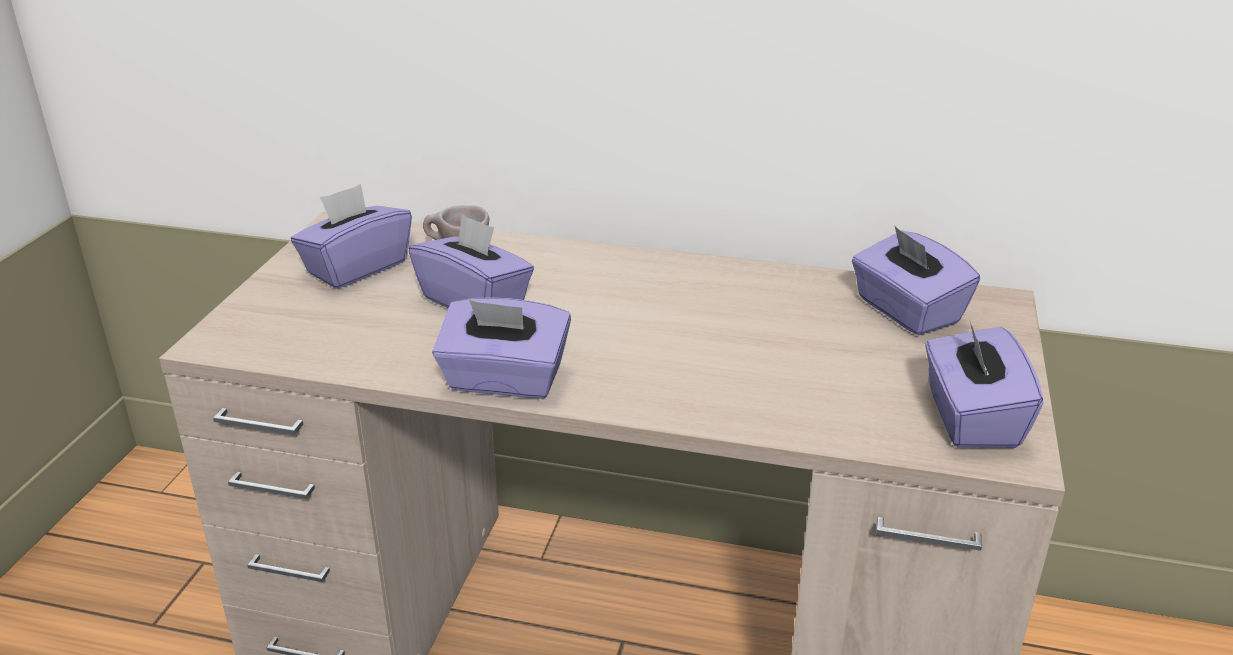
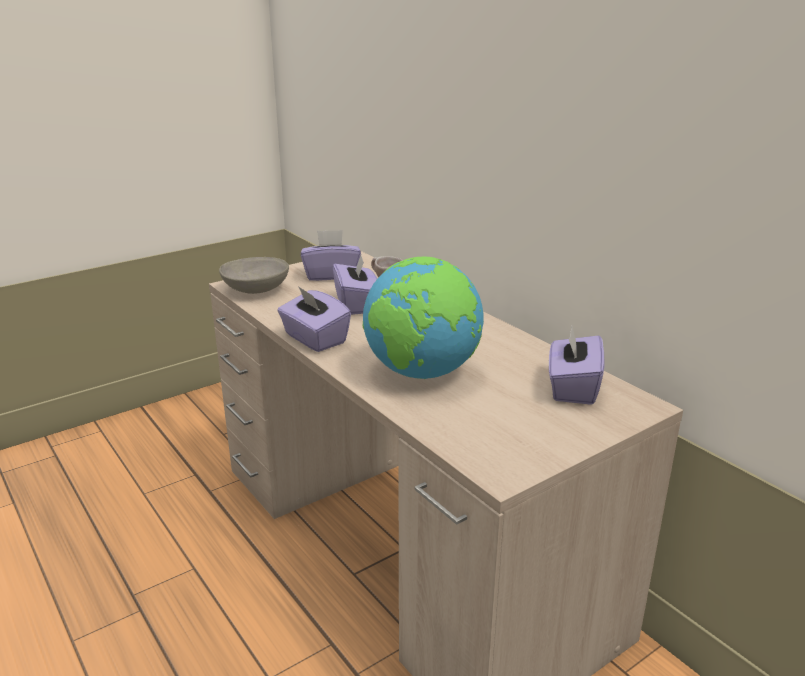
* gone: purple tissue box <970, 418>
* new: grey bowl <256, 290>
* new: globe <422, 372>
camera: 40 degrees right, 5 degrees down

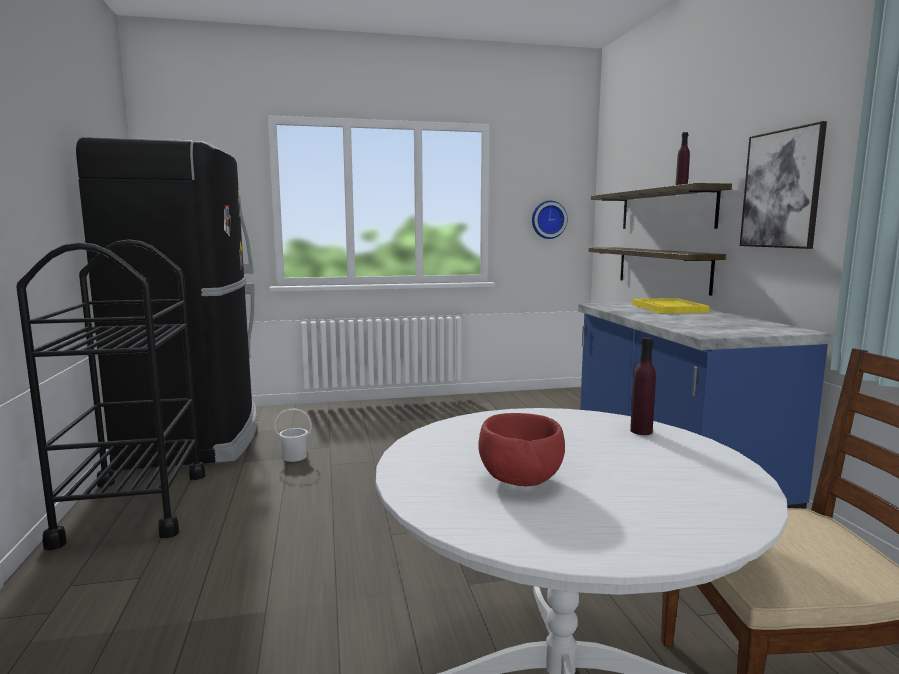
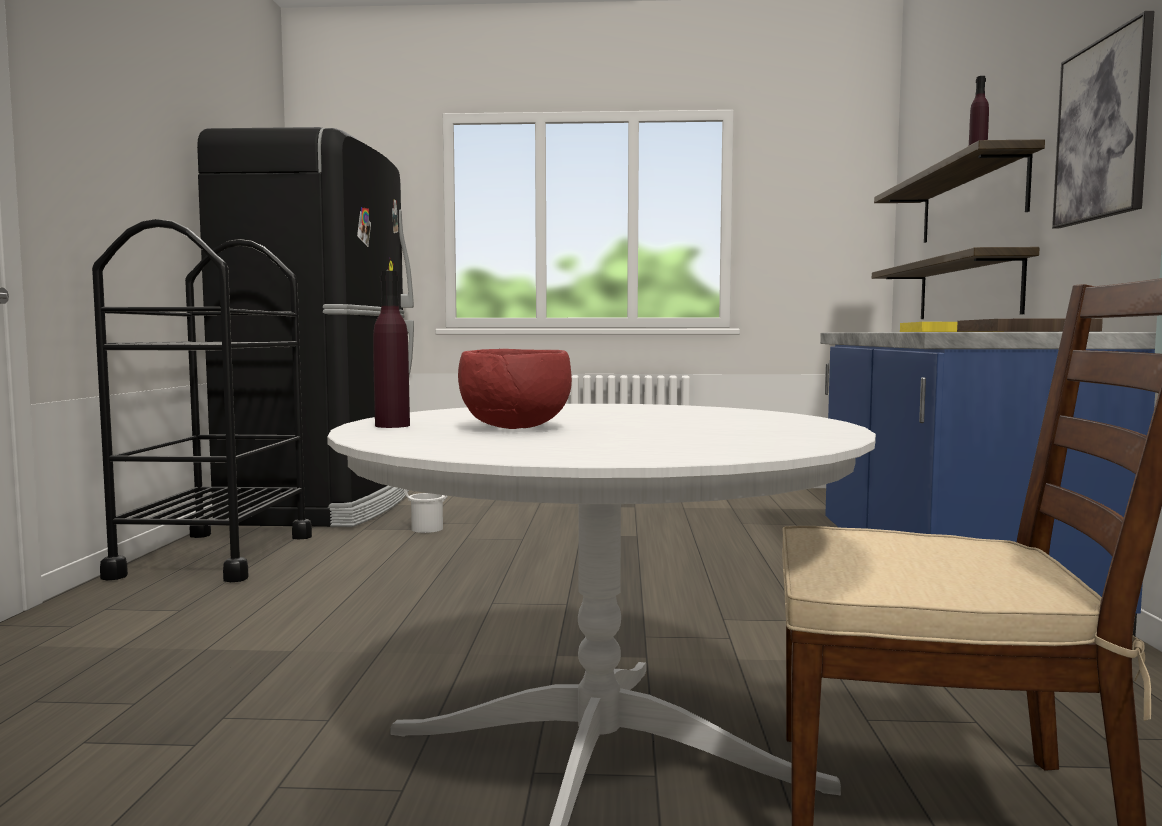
* gone: wall clock <548, 219>
* shifted: purple bottle <641, 431> to <392, 425>
* new: brown tray <1024, 331>
camera: 15 degrees right, 5 degrees down

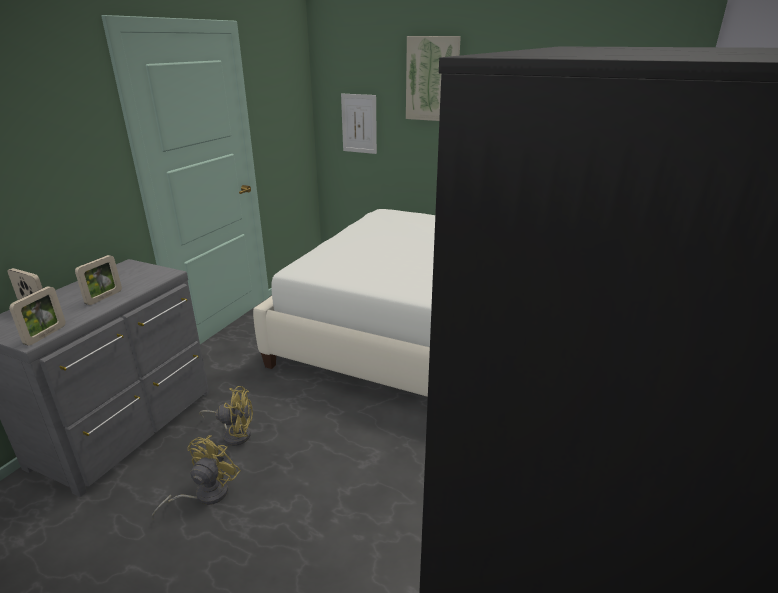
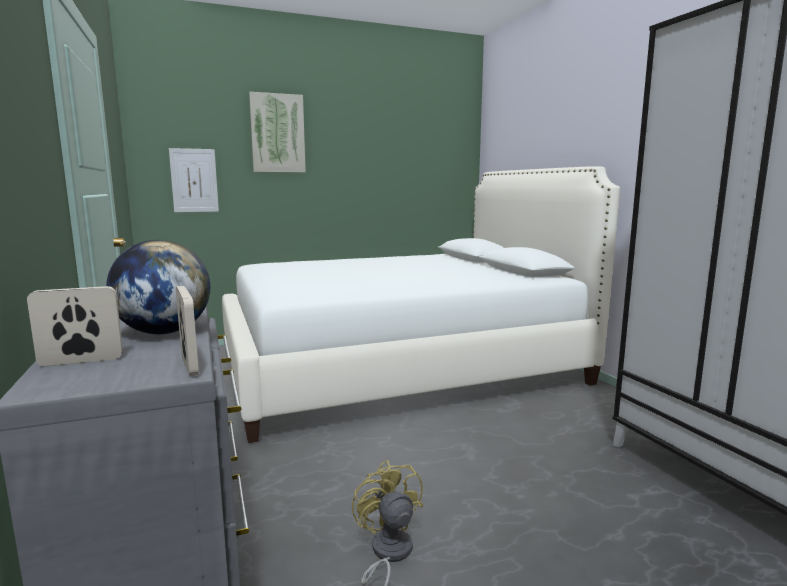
* swapped: picture frame <104, 297> to globe <164, 332>
* gone: yellow fan <234, 433>
camera: 45 degrees left, 15 degrees down

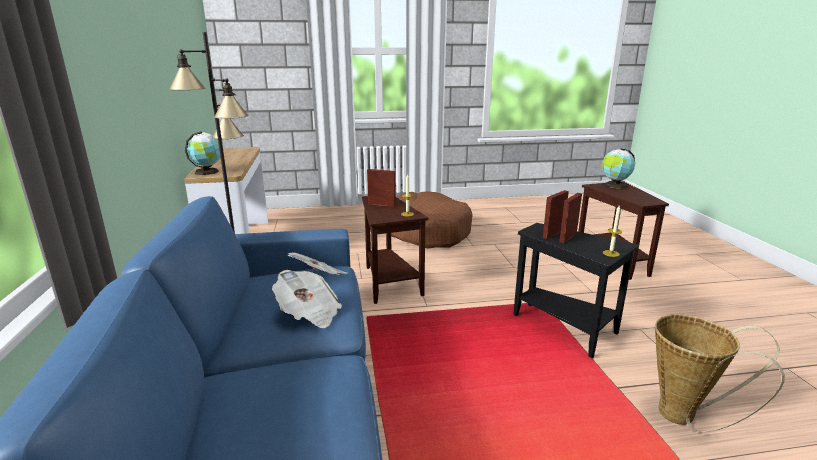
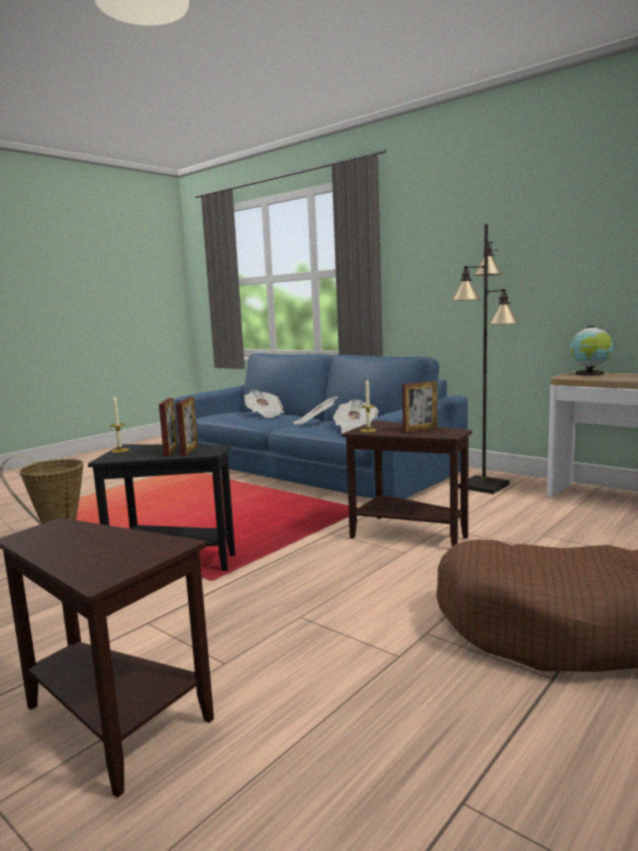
* gone: globe <615, 185>
* new: newspaper <264, 415>
camera: 140 degrees right, 10 degrees down

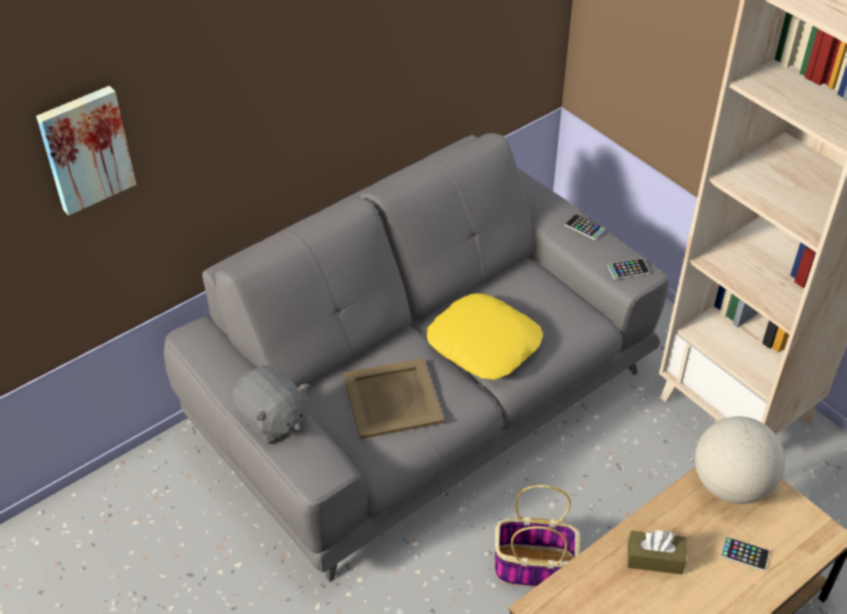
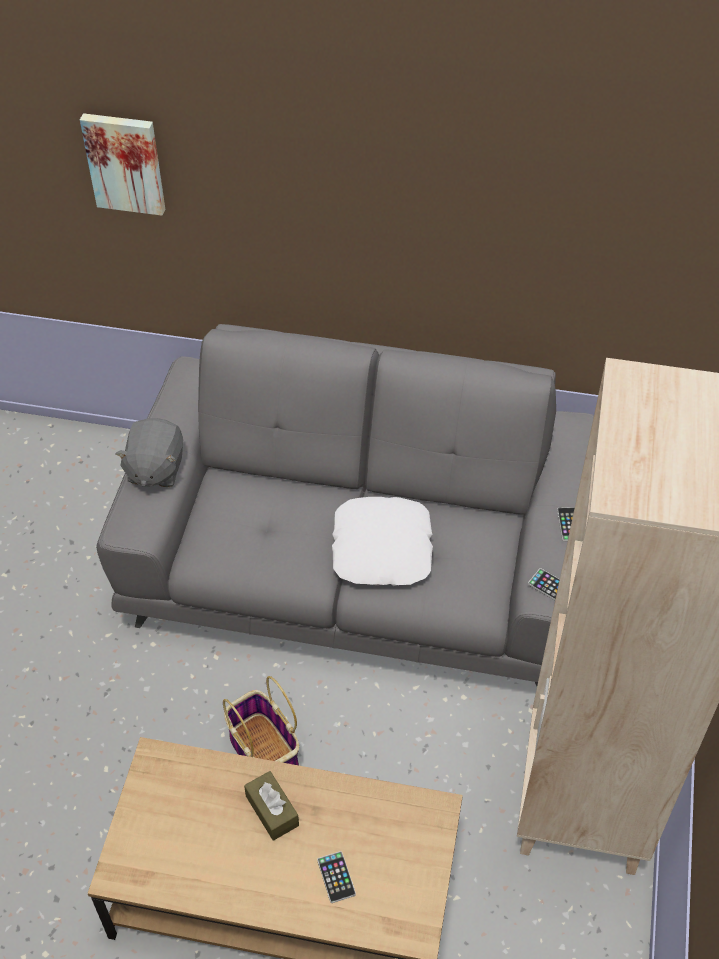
* repainted: yellow pillow <484, 343> to white pillow <383, 549>
* gone: beige tray <392, 399>
* gone: globe <731, 485>
camera: 50 degrees right, 5 degrees up

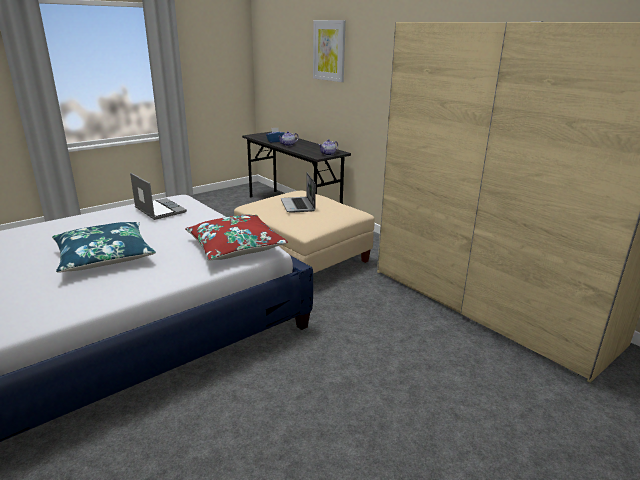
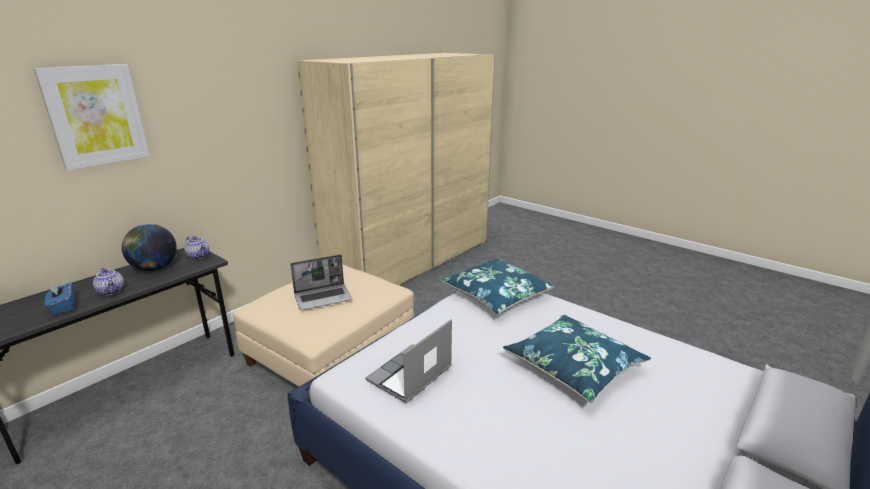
* repainted: red pillow <235, 247> to blue pillow <496, 294>
* new: globe <154, 268>
camera: 100 degrees left, 0 degrees up

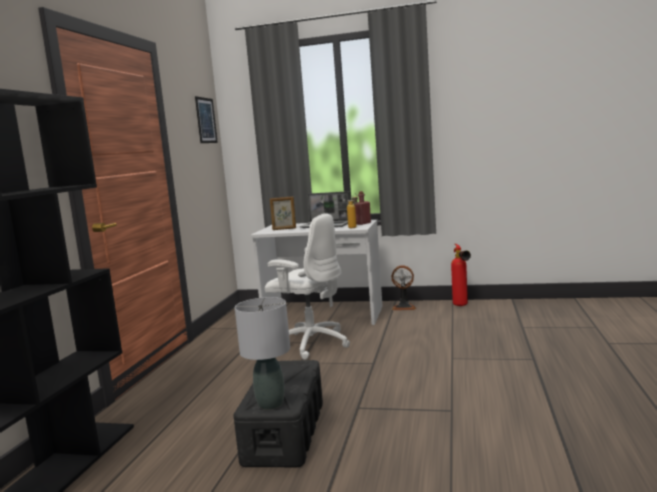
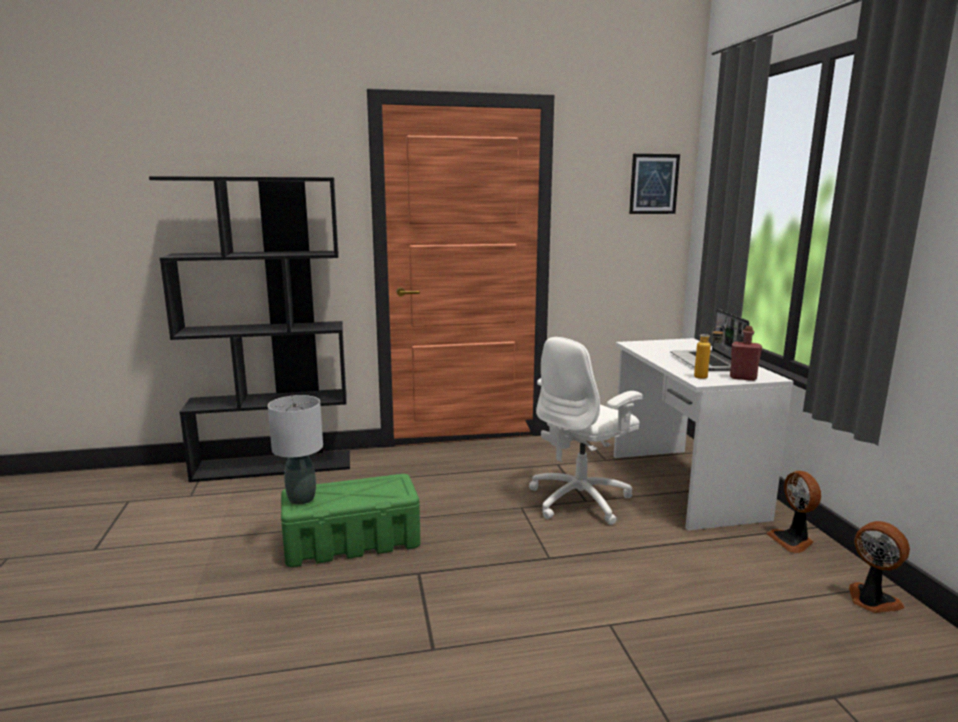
* gone: picture frame <284, 229>
* rotated: white office chair <311, 343> = <581, 500> 45 degrees clockwise
* swapped: fire extinguisher <462, 306> to fan <871, 601>
* repainted: black storage box <285, 432> to green storage box <353, 541>
camera: 65 degrees right, 5 degrees up

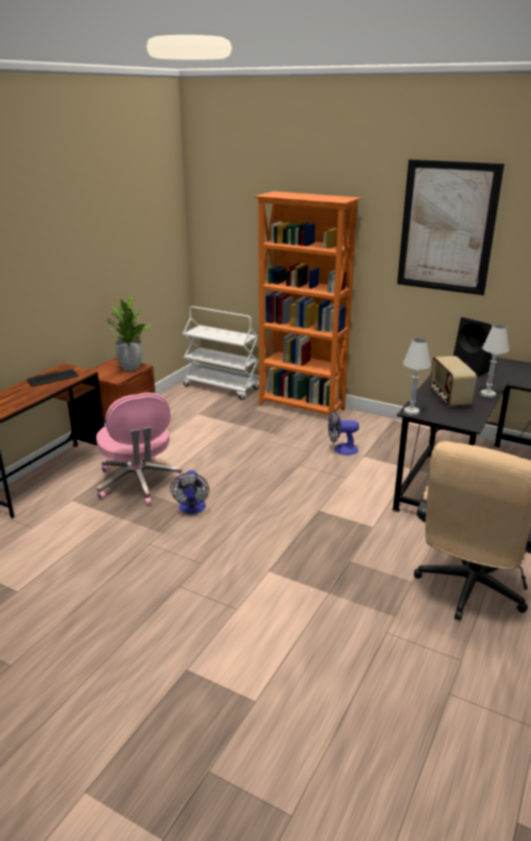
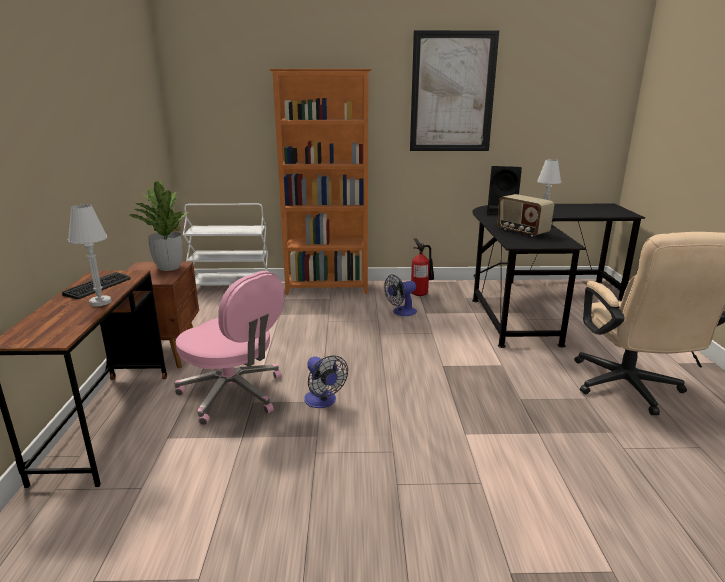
* shifted: white table lamp <411, 411> to <100, 302>
* new: fire extinguisher <421, 294>
camera: 30 degrees left, 5 degrees down

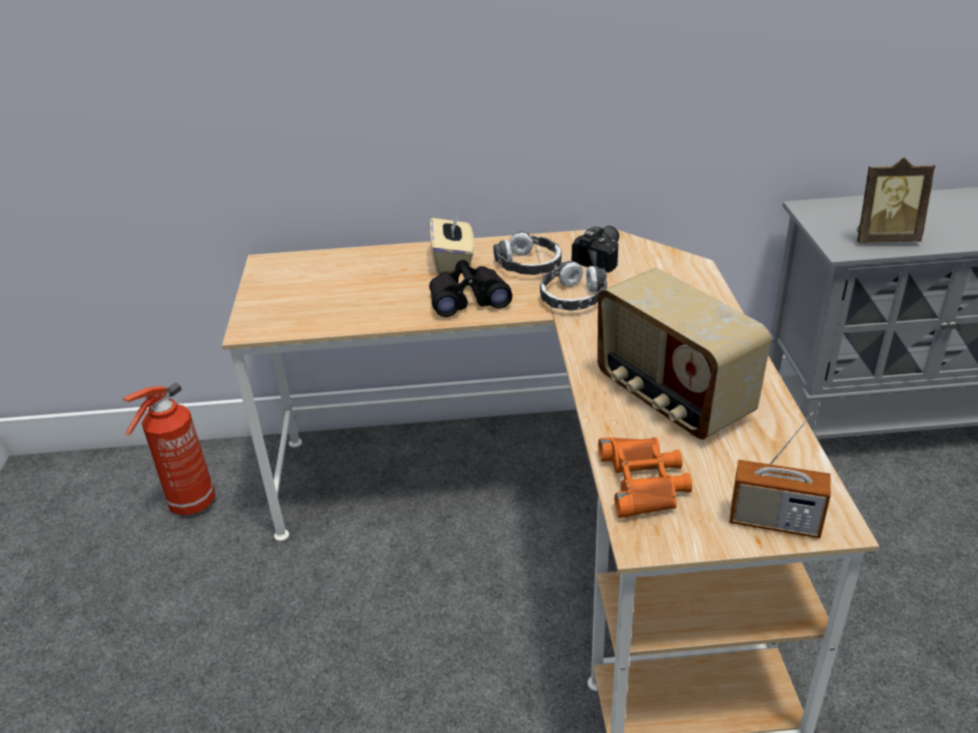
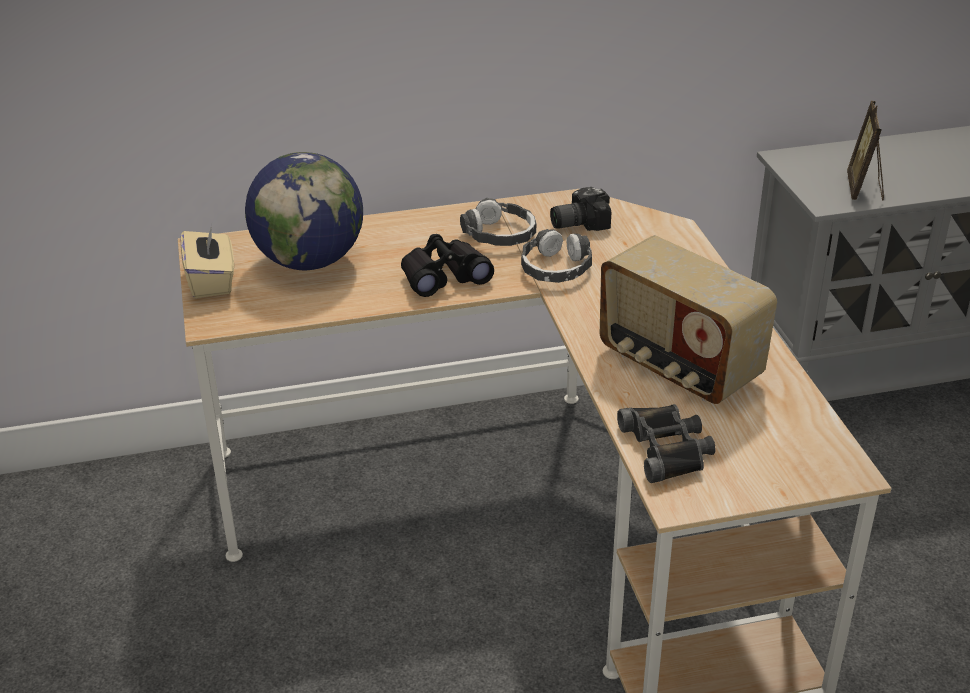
* rotated: picture frame <884, 238> = <864, 189> 105 degrees clockwise
* shifted: beige tissue box <453, 262> to <212, 281>
* rotated: photo camera <602, 257> = <577, 223> 135 degrees counterclockwise
* gone: fire extinguisher <190, 505>
* gone: radio <774, 522>
* repainted: orange binoculars <644, 482> to black binoculars <667, 448>
* new: globe <309, 261>
camera: 10 degrees left, 0 degrees up

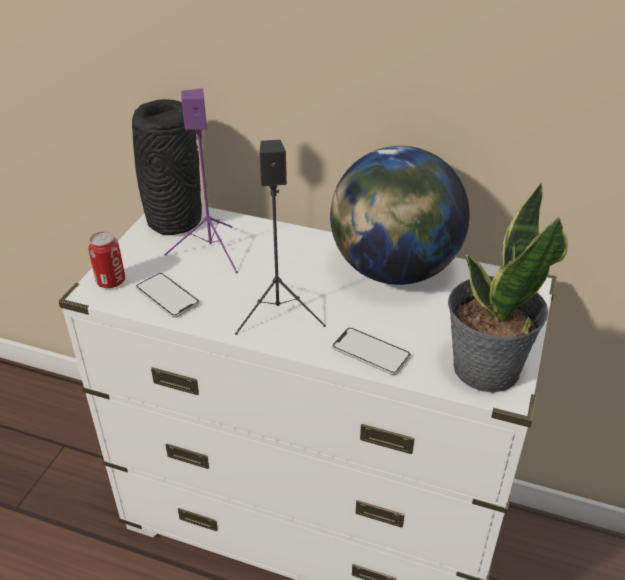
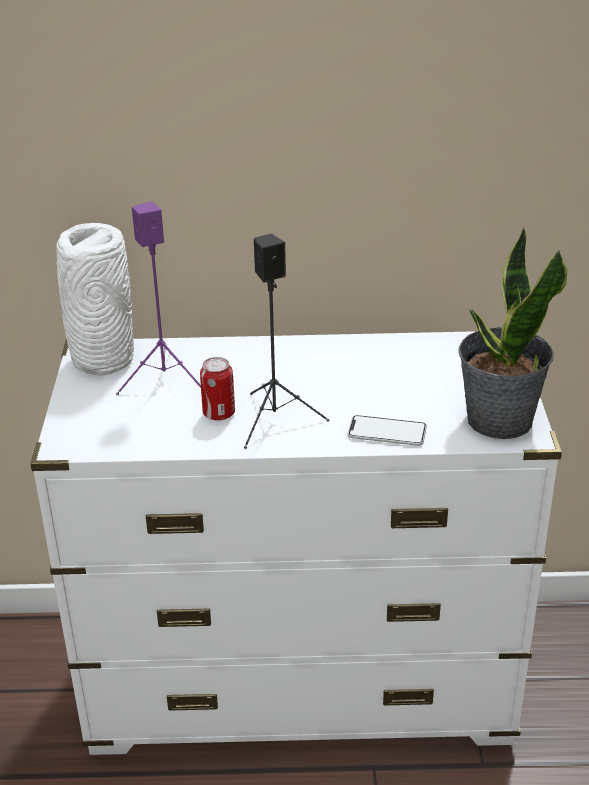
* repainted: black vase <173, 221> to white vase <101, 360>
* gone: globe <393, 270>
* shifted: can <111, 281> to <219, 413>
* gone: phone <167, 296>
camera: 20 degrees left, 5 degrees down

